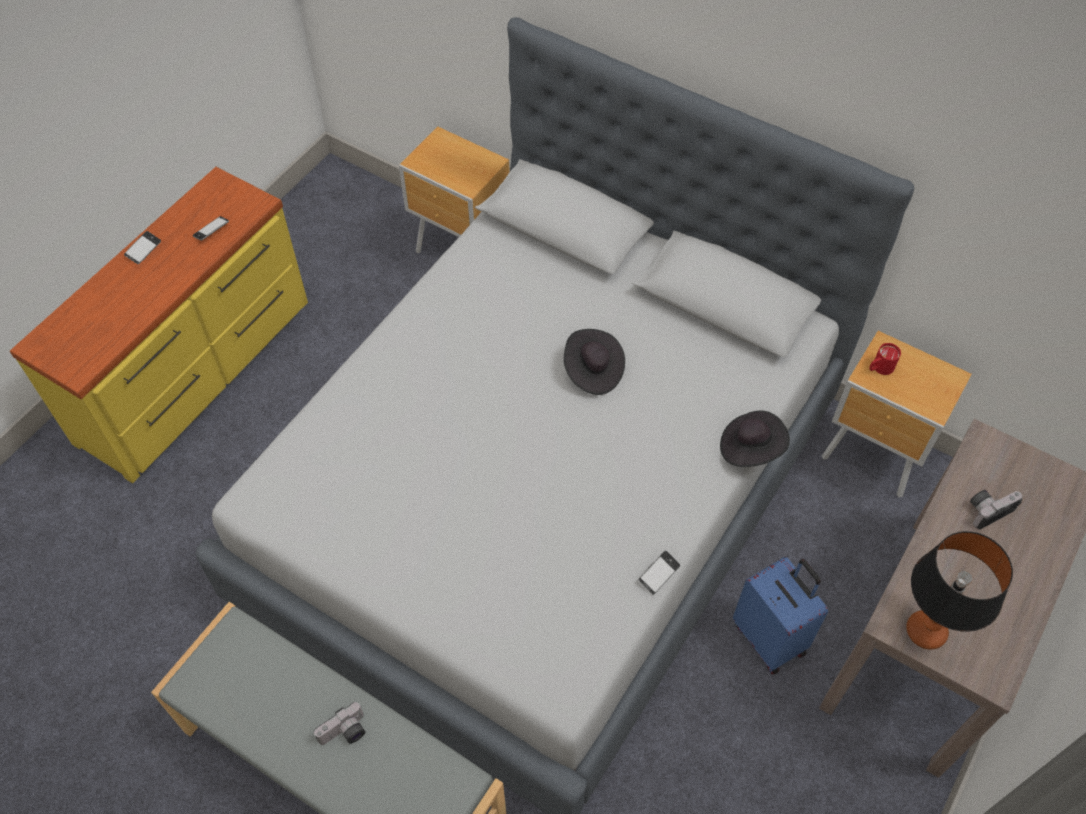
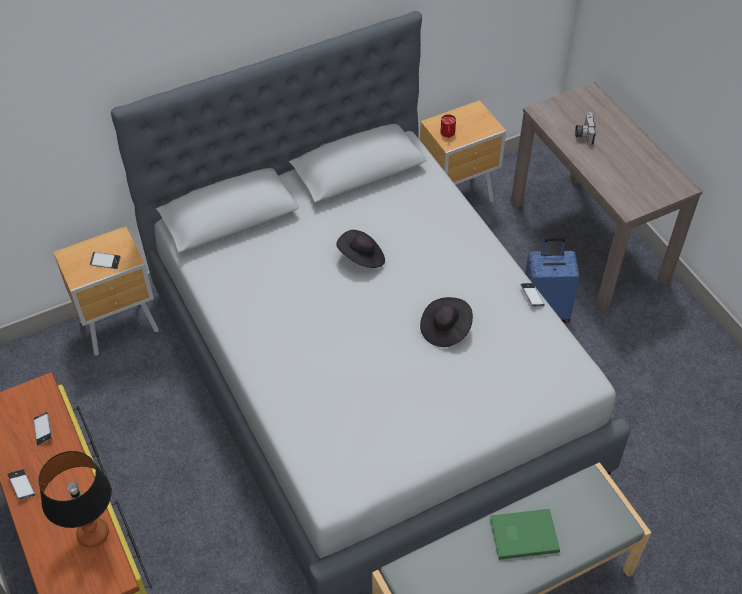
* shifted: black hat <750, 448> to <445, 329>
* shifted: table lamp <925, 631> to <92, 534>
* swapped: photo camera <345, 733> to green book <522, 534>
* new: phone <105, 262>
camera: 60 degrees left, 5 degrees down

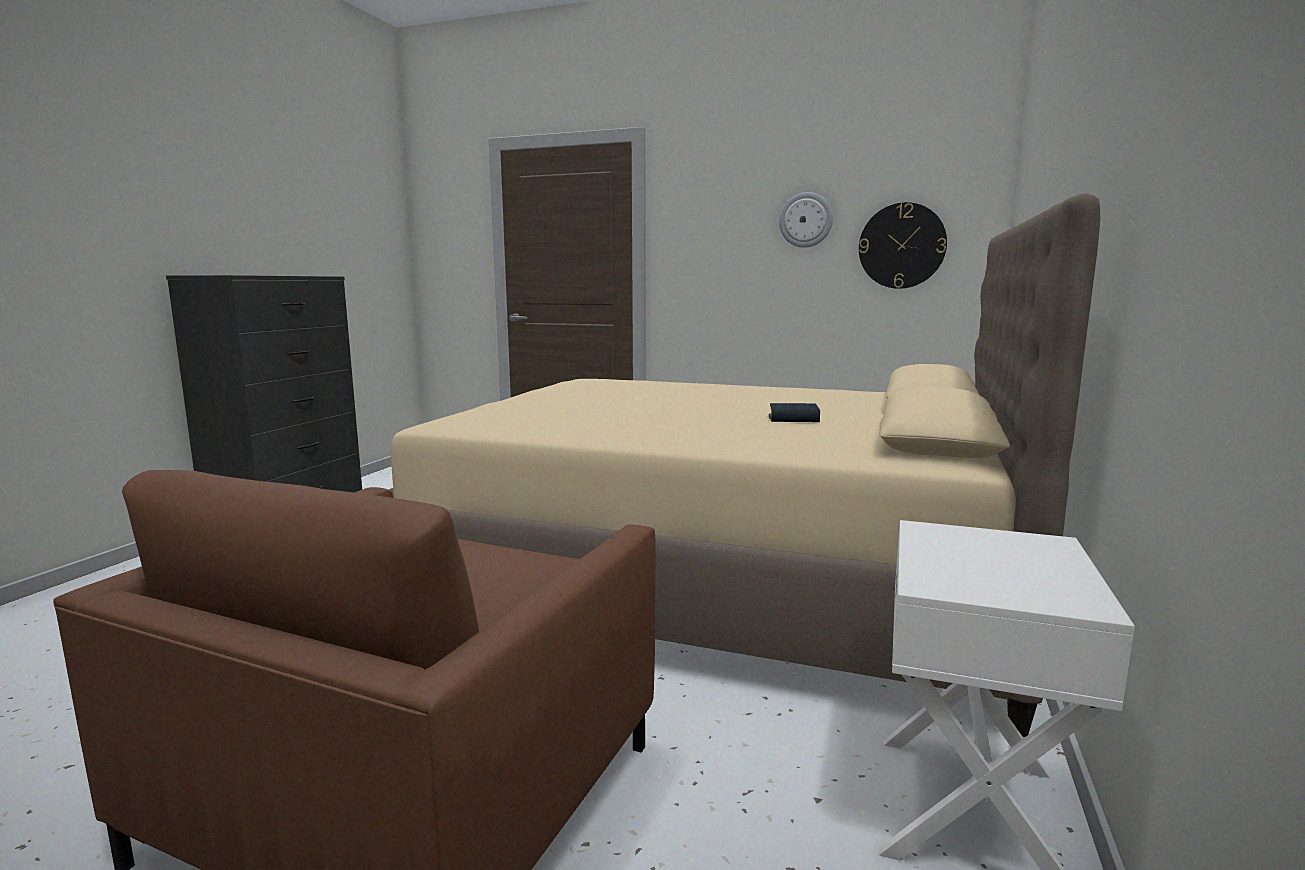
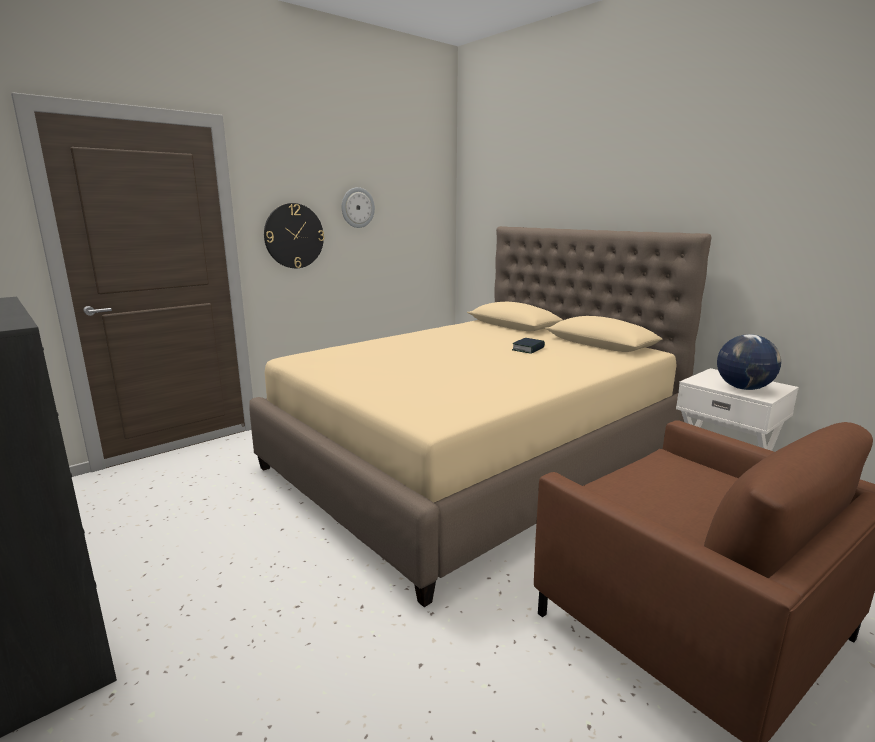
* shifted: wall clock <901, 246> to <294, 236>
* new: globe <744, 388>
camera: 60 degrees left, 5 degrees up

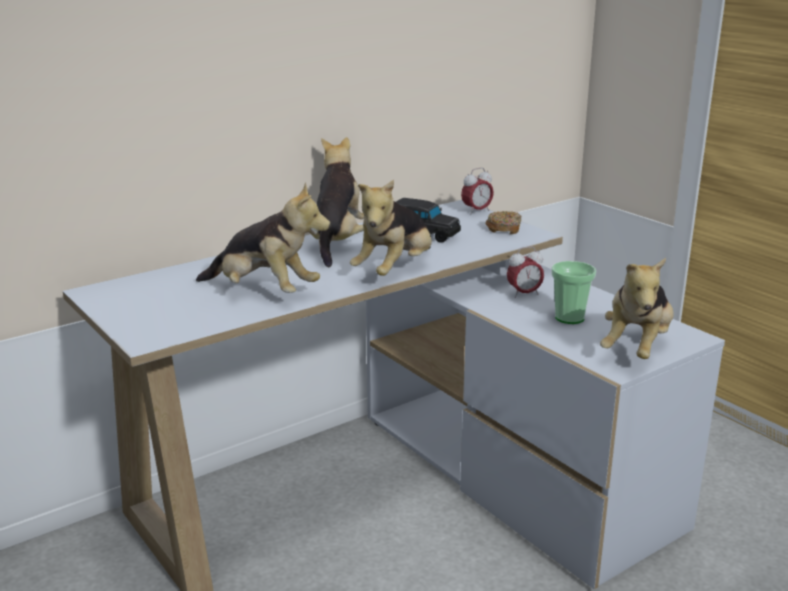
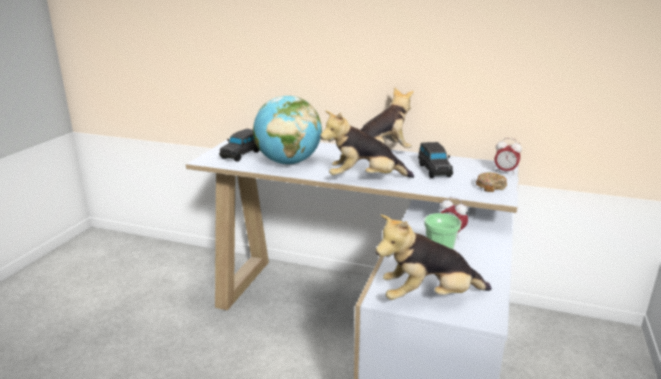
* swapped: plush toy <264, 292> to globe <288, 162>
* new: black toy car <242, 154>
camera: 55 degrees right, 0 degrees up

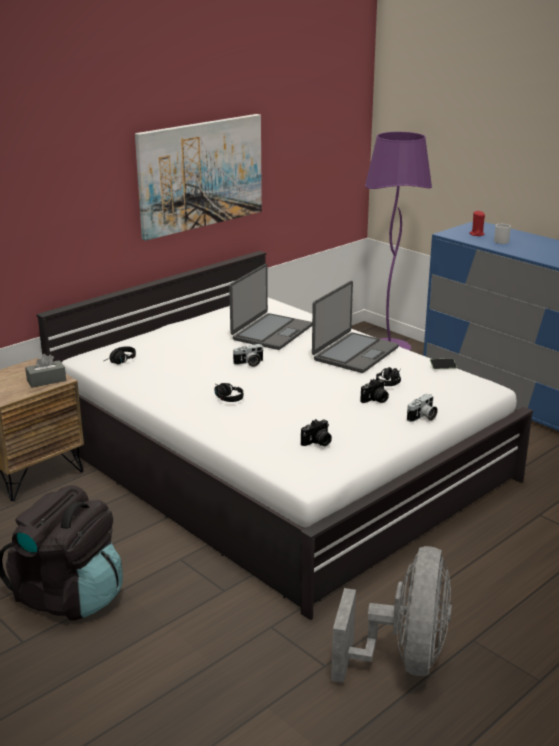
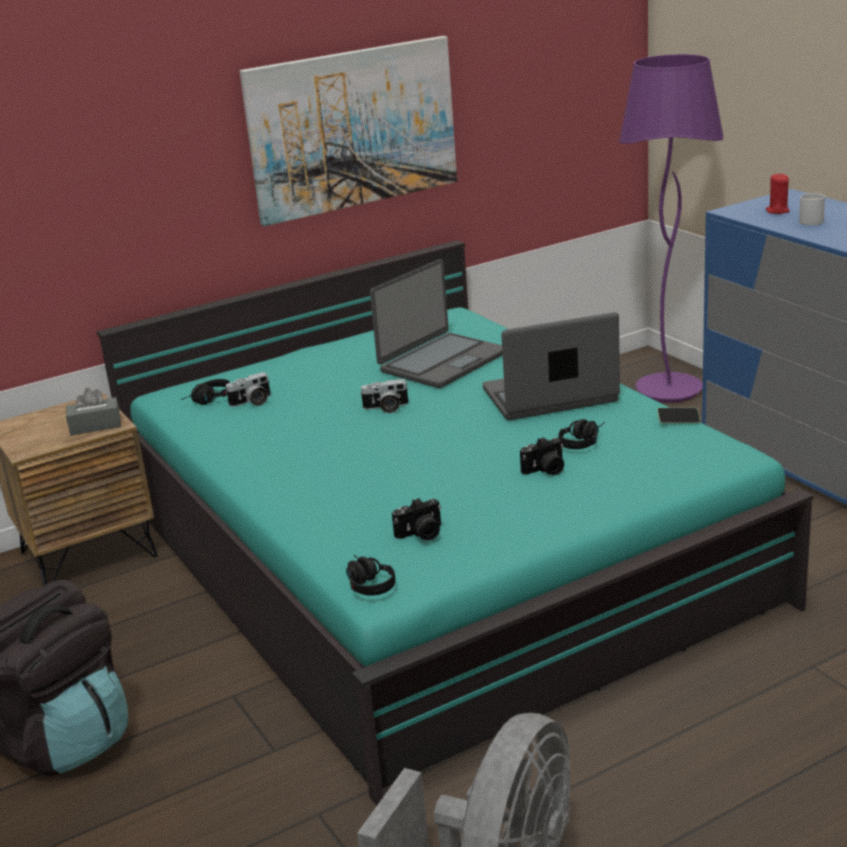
* repainted: white bed <278, 461> to turquoise bed <434, 555>
* rotated: laptop <354, 353> = <550, 396> 150 degrees counterclockwise
* shifted: black headphones <225, 397> to <366, 583>
* shifted: photo camera <422, 417> to <252, 402>
camera: 15 degrees right, 0 degrees up

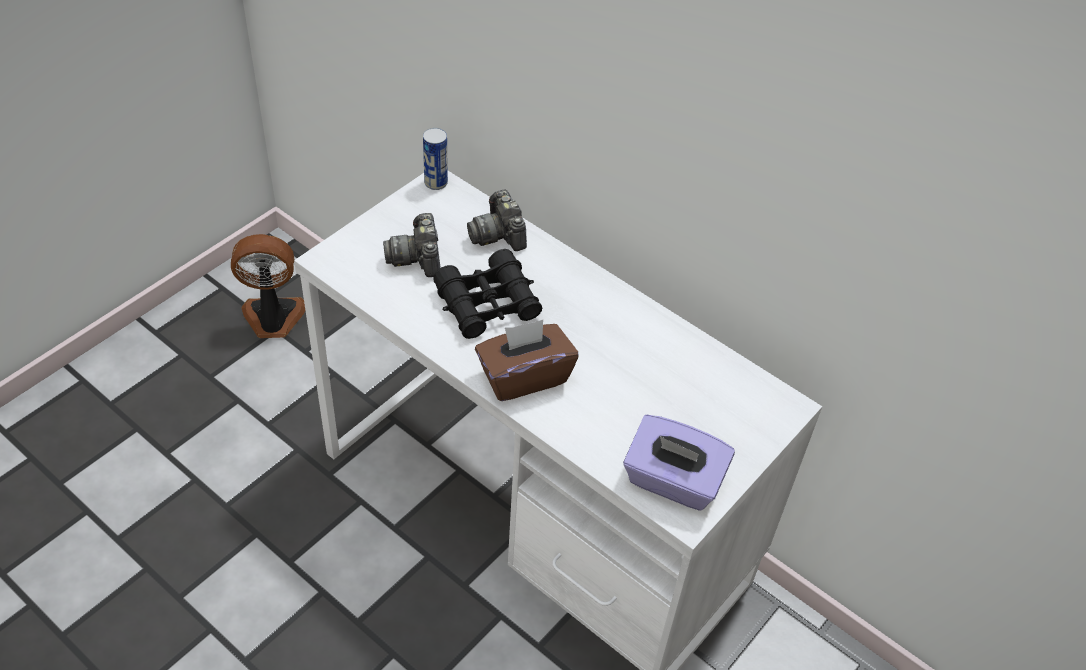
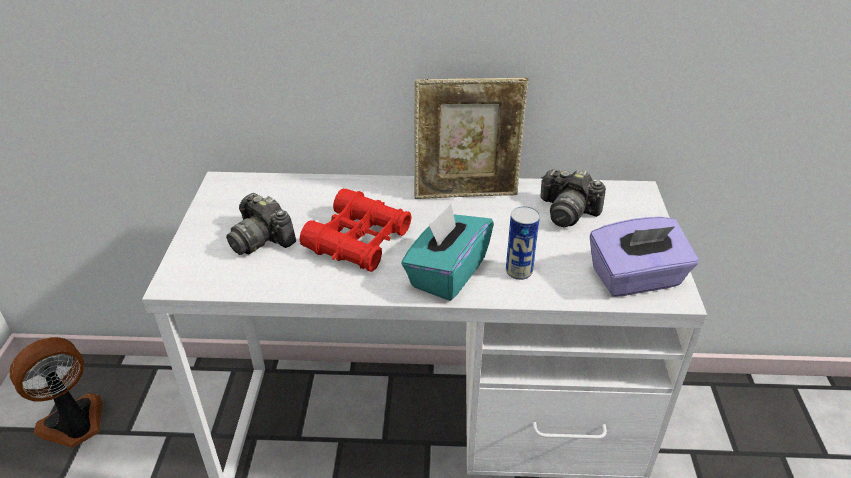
* shifted: can <436, 183> to <519, 271>
* shifted: photo camera <498, 234> to <567, 212>
* repainted: black binoculars <488, 304> to red binoculars <358, 240>
* repainted: brown tissue box <524, 376> to turquoise tissue box <447, 273>
* new: picture frame <466, 193>
camera: 35 degrees left, 10 degrees down

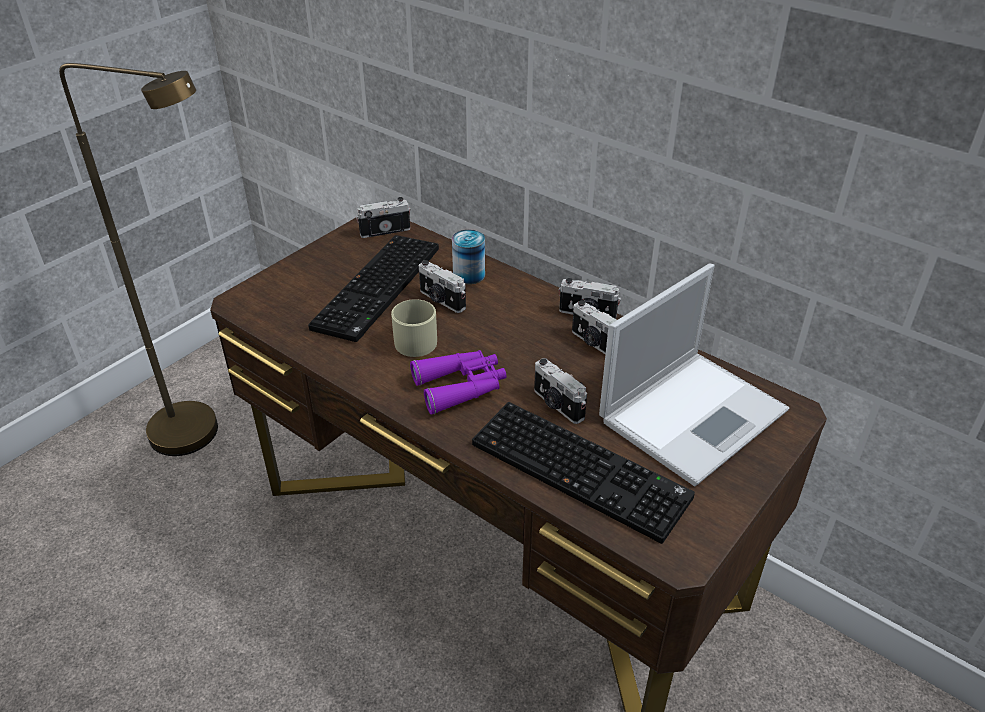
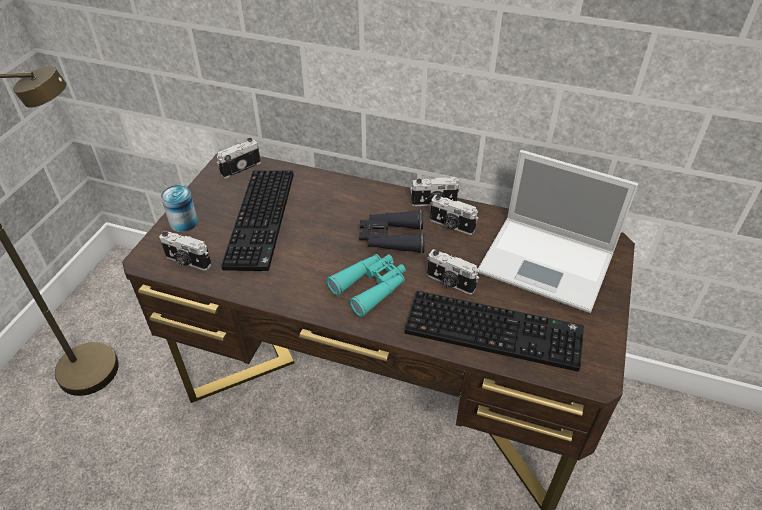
* shifted: can <469, 275> to <184, 222>
* shifted: photo camera <441, 300> to <187, 262>
* rotated: laptop <694, 414> = <549, 263> 90 degrees clockwise
* gone: beige mug <413, 340>
* repainted: purple binoculars <461, 387> to turquoise binoculars <371, 287>
* new: black binoculars <391, 238>
camera: 20 degrees left, 5 degrees up

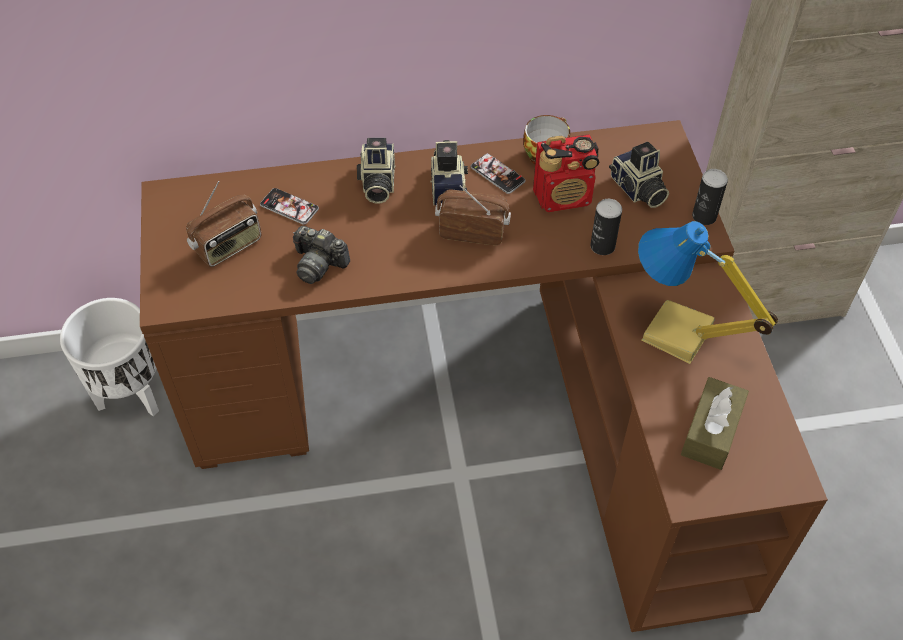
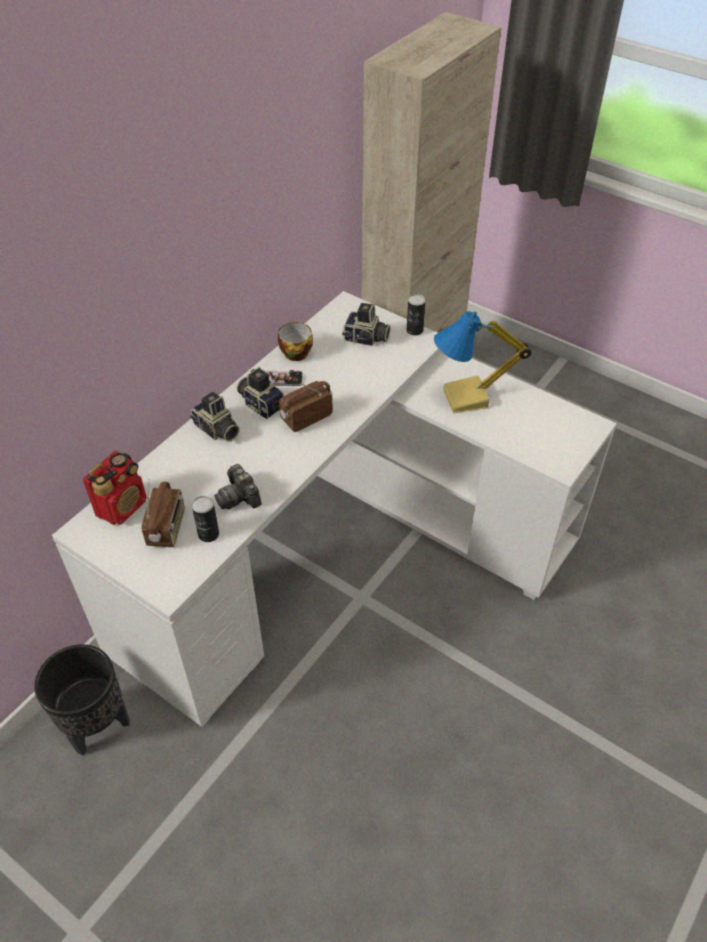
* repainted: brown desk <491, 408> to white desk <338, 549>
* shifted: radio <563, 197> to <122, 507>
* gone: phone <289, 207>
* shifted: can <602, 246> to <208, 534>
* rotated: photo camera <319, 264> = <239, 497> 75 degrees clockwise
* repainted: white planter <132, 395> to black planter <97, 725>
* gone: brown tissue box <711, 431>
camera: 45 degrees left, 5 degrees down

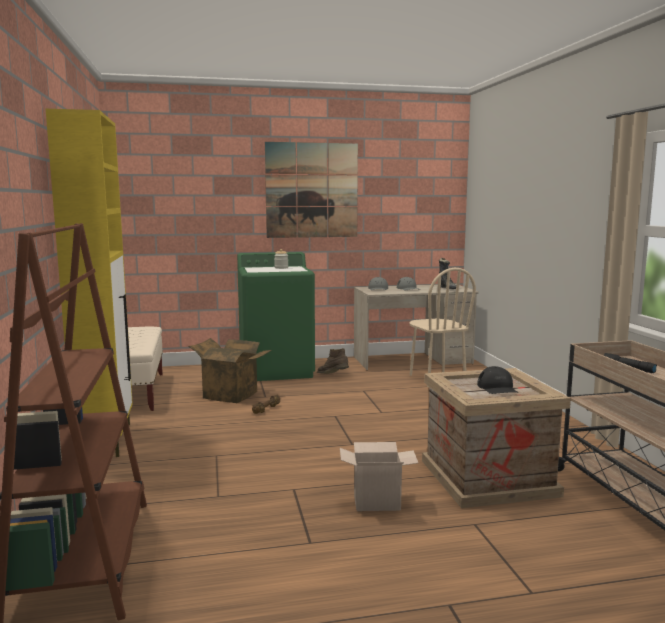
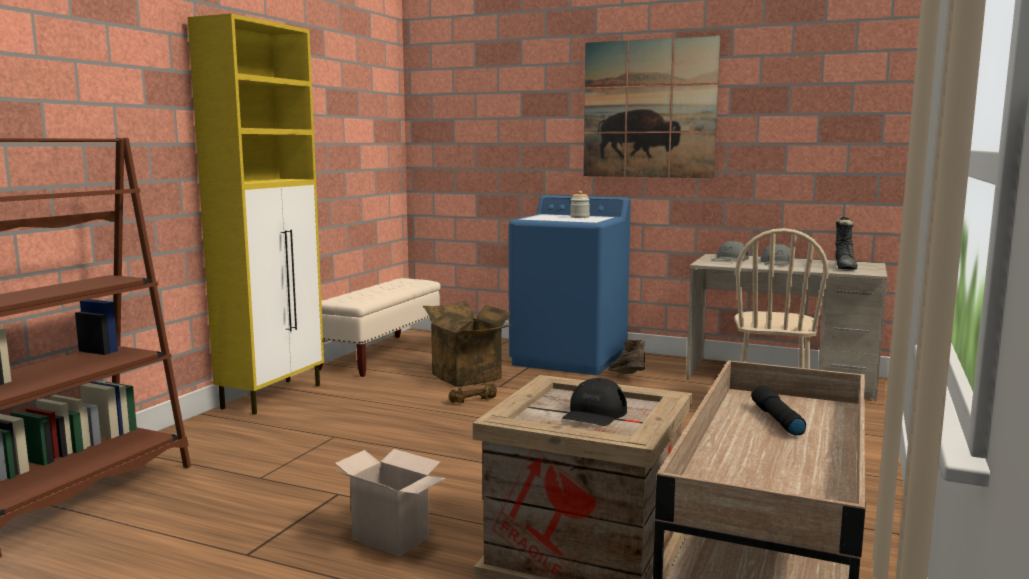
* repainted: green washing machine <277, 370> to blue washing machine <570, 358>
camera: 35 degrees right, 0 degrees up

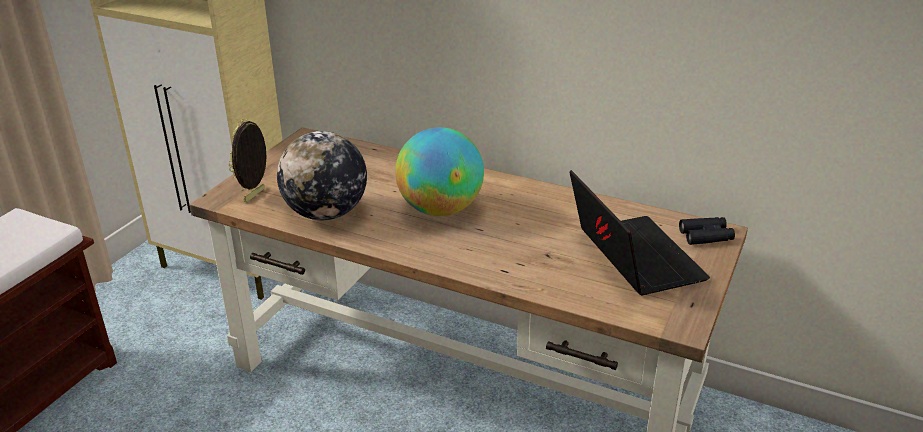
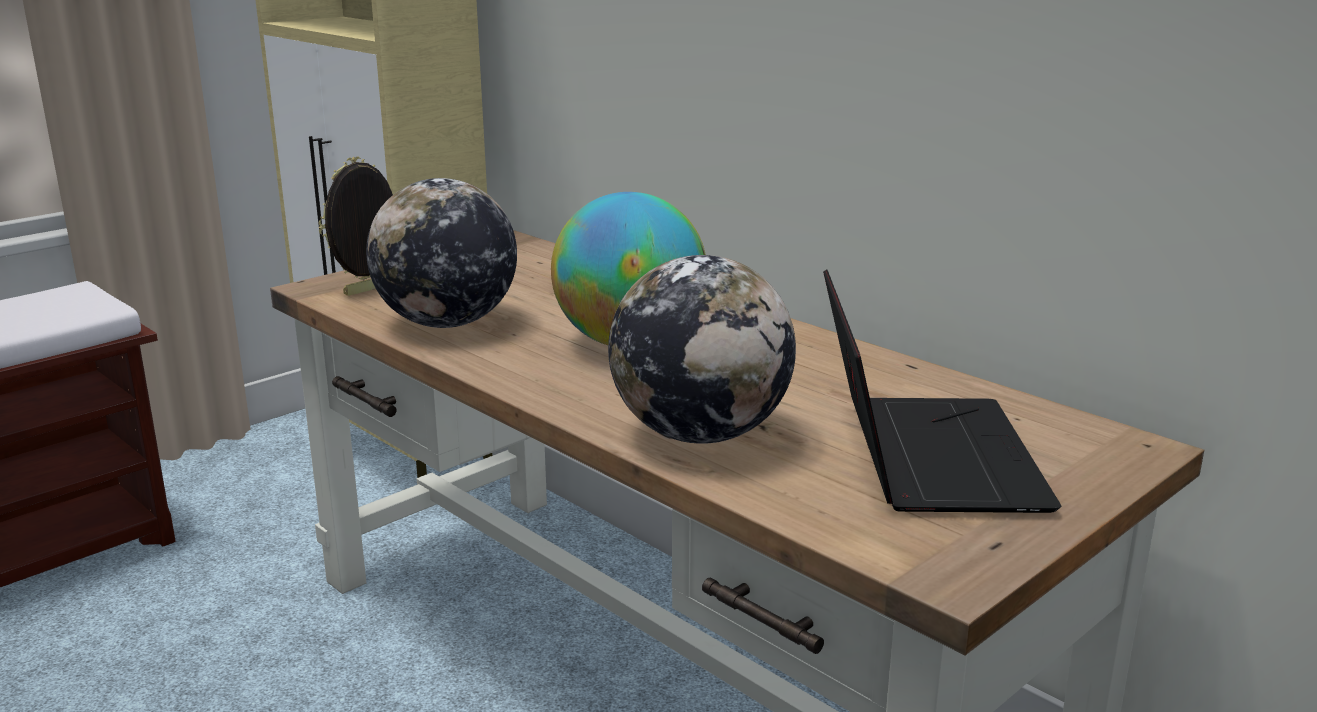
* gone: black binoculars <706, 236>
* new: globe <700, 434>
camera: 20 degrees right, 10 degrees down

